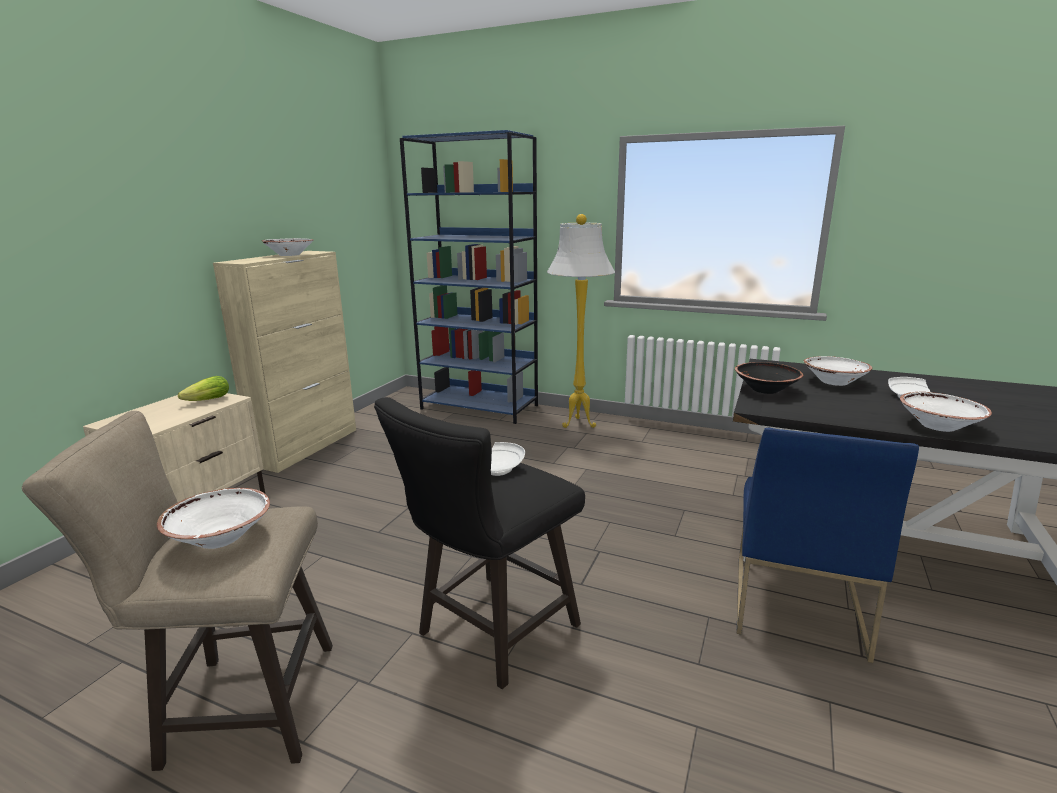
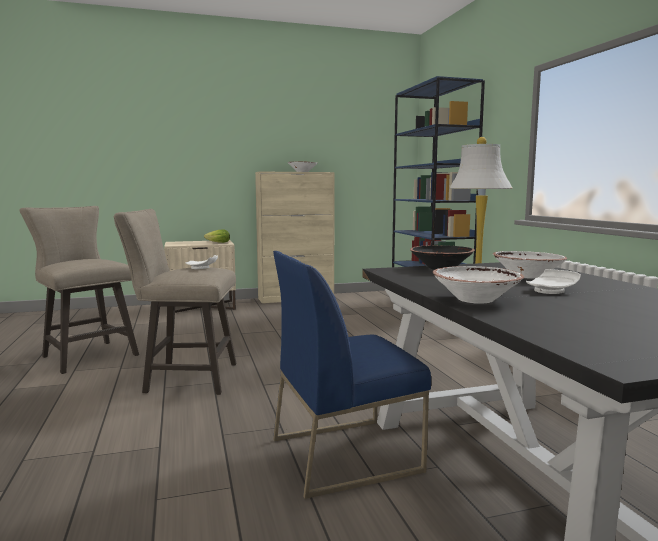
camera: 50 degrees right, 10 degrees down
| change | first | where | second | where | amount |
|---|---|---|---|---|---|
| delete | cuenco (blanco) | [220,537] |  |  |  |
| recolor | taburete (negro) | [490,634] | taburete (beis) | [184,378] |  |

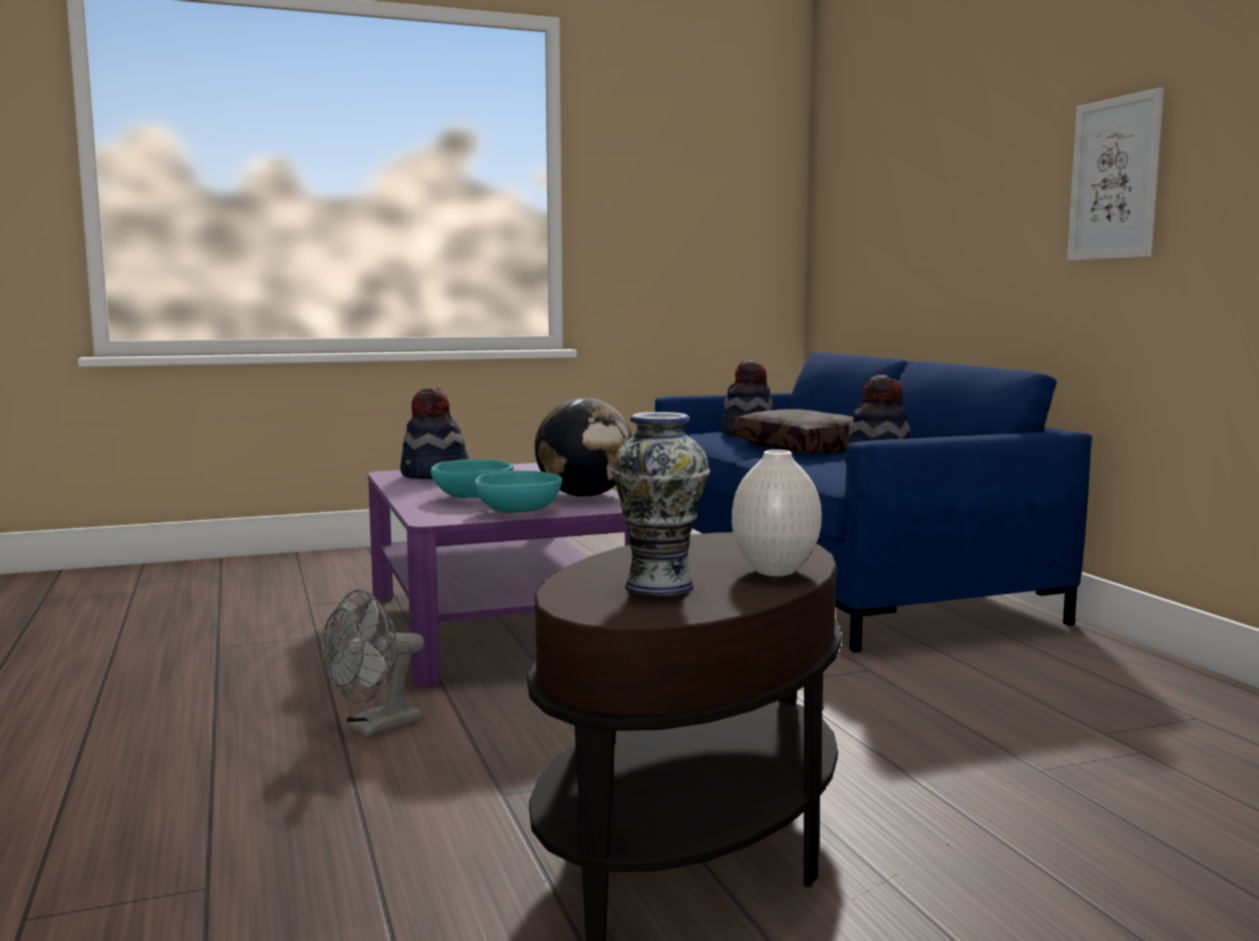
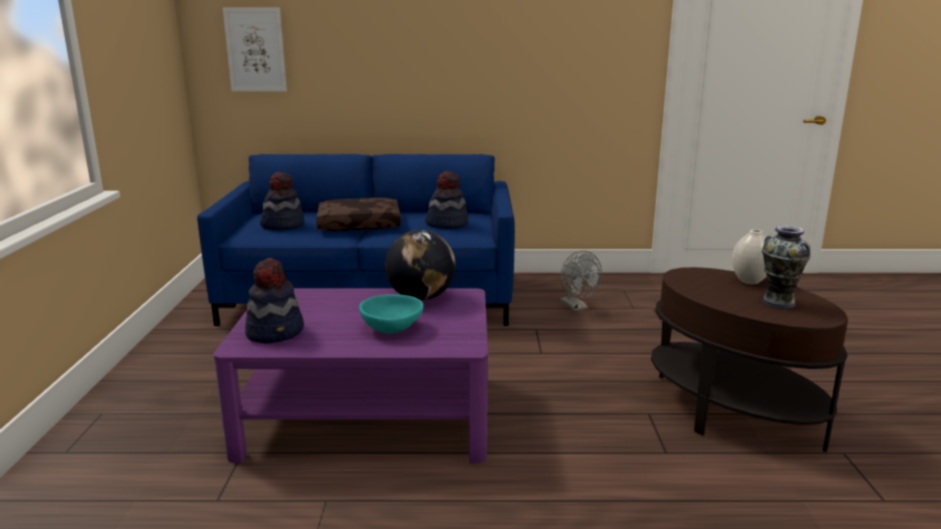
camera: 70 degrees left, 10 degrees up
| change | first | where | second | where | amount |
|---|---|---|---|---|---|
| delete | cuenco (turquesa) | [517,512] |  |  |  |
| move | ventilador (gris) | [374,727] |  | [576,307] |  |
| move | cuadro | [1114,179] |  | [255,50] |  |

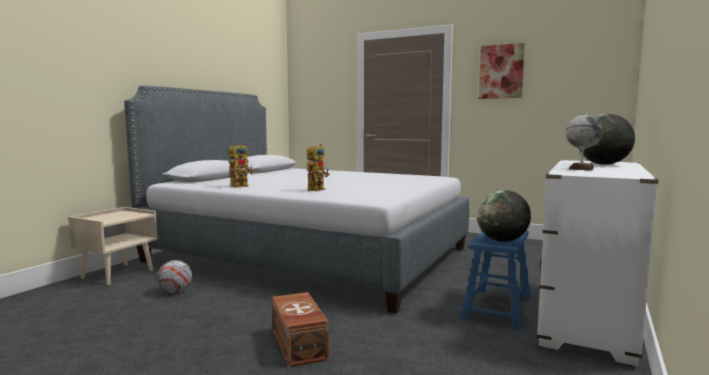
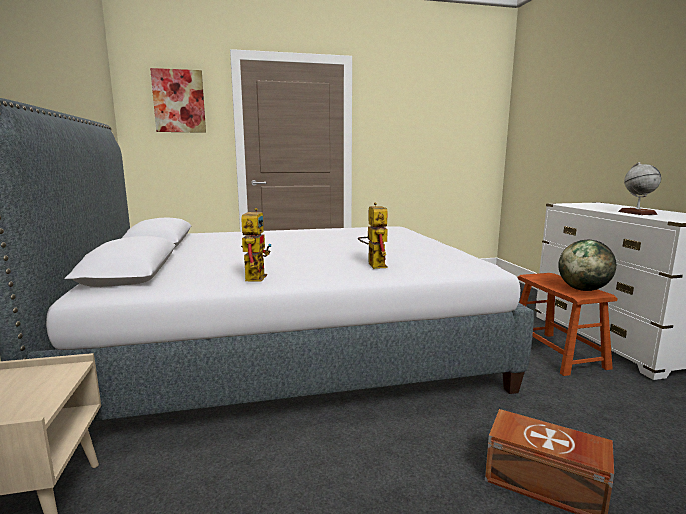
camera: 40 degrees left, 5 degrees up
| change | first | where | second | where | amount |
|---|---|---|---|---|---|
| delete | balón de fútbol | [175,292] |  |  |  |
| delete | globo terráqueo | [603,164] |  |  |  |
| move | cuadro | [501,71] |  | [179,101] |  |
| recolor | taburete (azul) | [497,307] | taburete (marrón) | [556,353] |  |

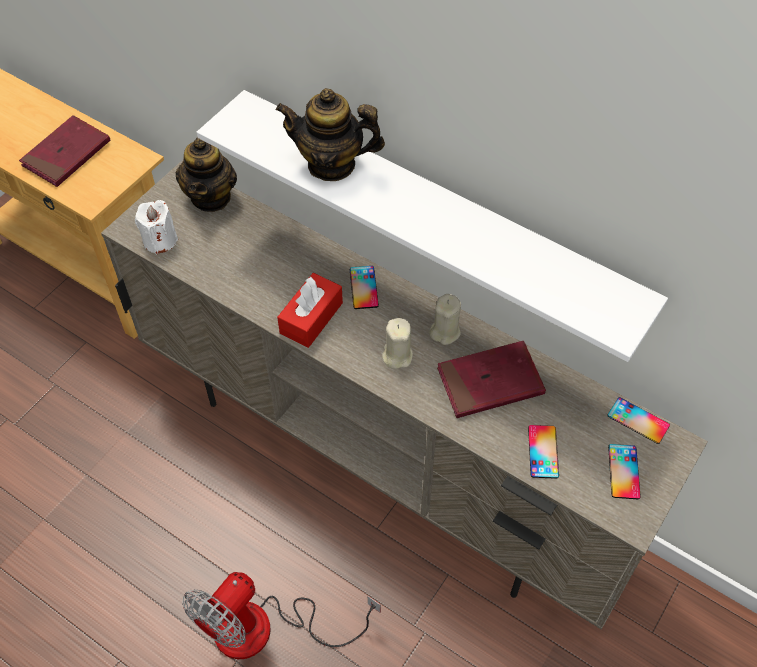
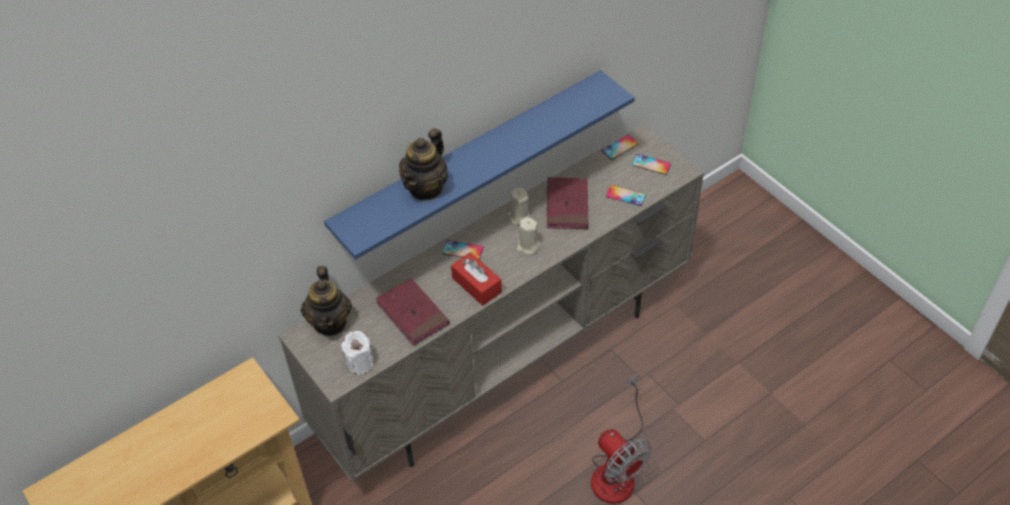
camera: 70 degrees left, 5 degrees down
| change | first | where | second | where | amount |
|---|---|---|---|---|---|
| move | libro (rojo) | [66,154] |  | [412,314] |  |
| recolor | estante (blanco) | [436,216] | estante (azul) | [471,163] |  |
| rotate | tetera | [211,197] |  | [330,322] | 60 degrees clockwise |

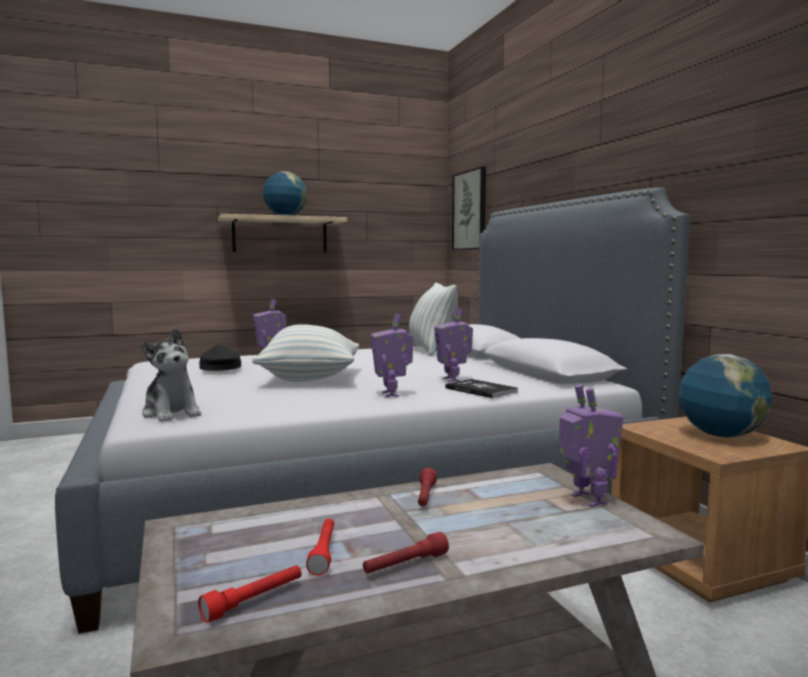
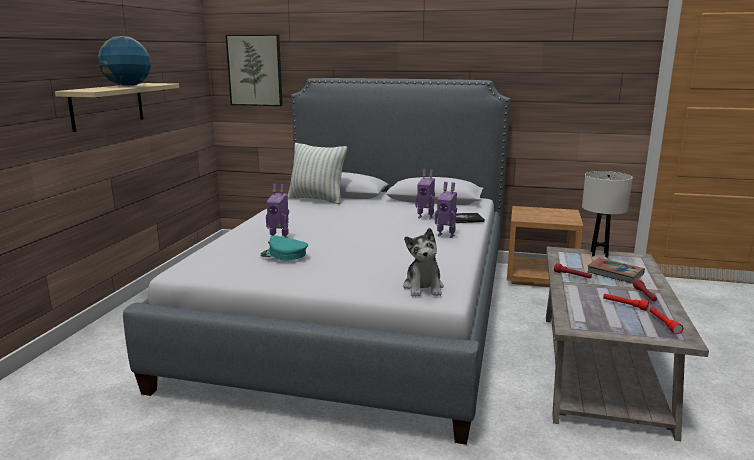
camera: 55 degrees left, 10 degrees up
| change | first | where | second | where | amount |
|---|---|---|---|---|---|
| delete | cojín | [310,379] |  |  |  |
| delete | globo terráqueo | [721,435] |  |  |  |
| insert |  |  | libro | [615,274] |  |
| replace | robot de juguete | [587,500] | lámpara de mesa (blanco) | [599,254] |  |
| recolor | gorra (negro) | [220,367] | gorra (turquesa) | [284,254] |  |
| rotate | peluche | [172,413] |  | [423,287] | 90 degrees clockwise |

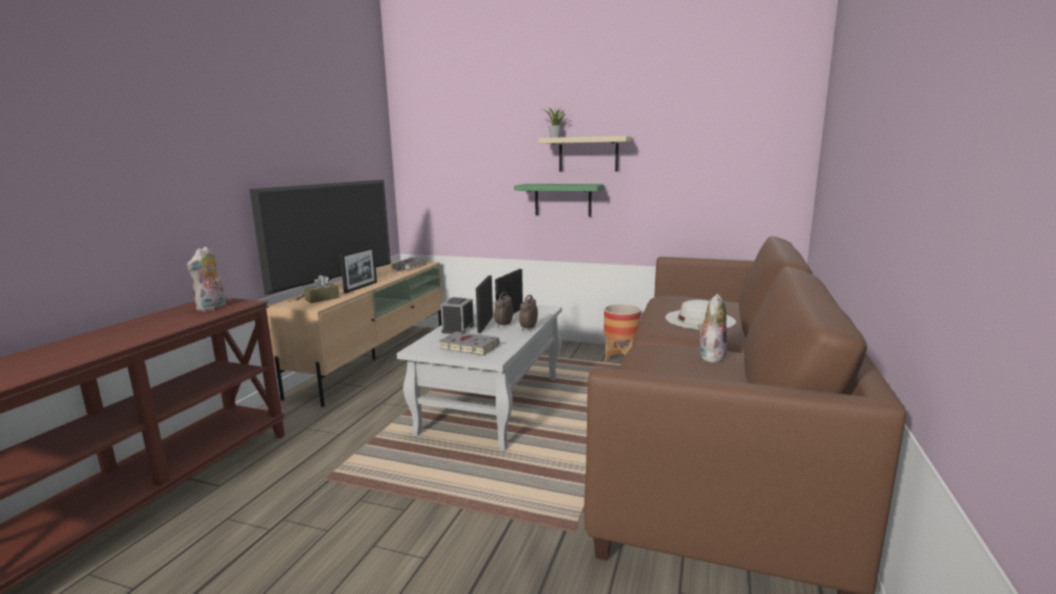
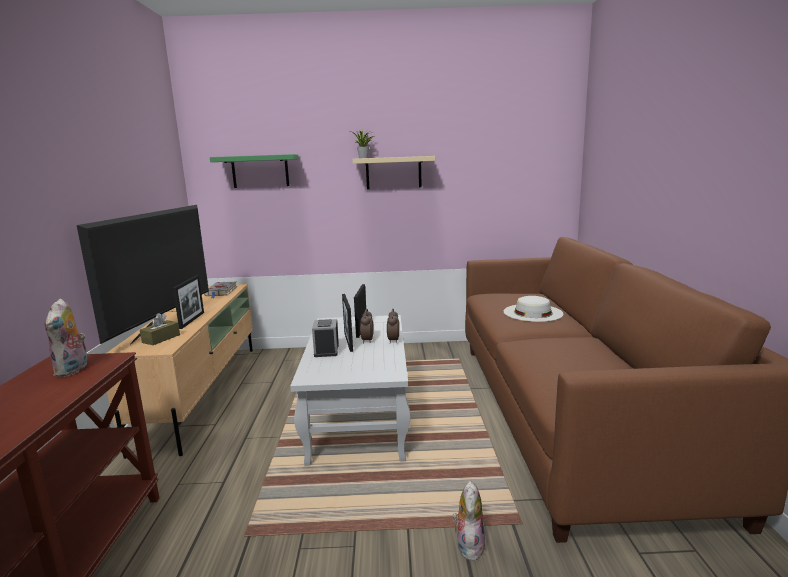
camera: 20 degrees left, 0 degrees up
| change | first | where | second | where | amount |
|---|---|---|---|---|---|
| delete | libro (gris) | [467,347] |  |  |  |
| delete | maceta | [621,358] |  |  |  |
| move | estante (verde) | [563,200] |  | [260,171] |  |
| move | peluche | [711,356] |  | [468,545] |  |

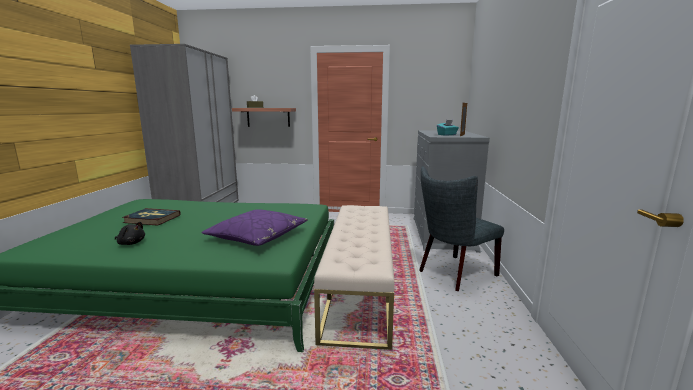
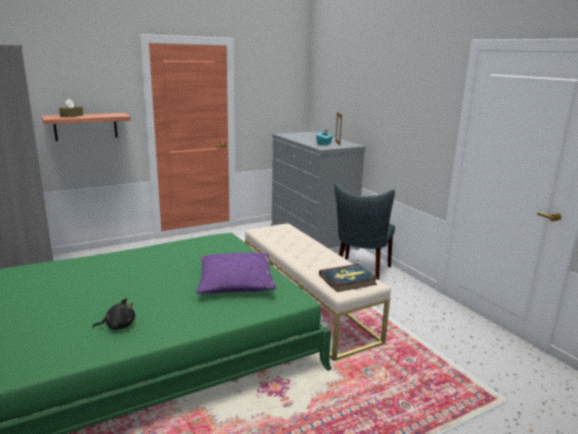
camera: 35 degrees left, 5 degrees up
| change | first | where | second | where | amount |
|---|---|---|---|---|---|
| move | libro | [152,219] |  | [347,280] |  |

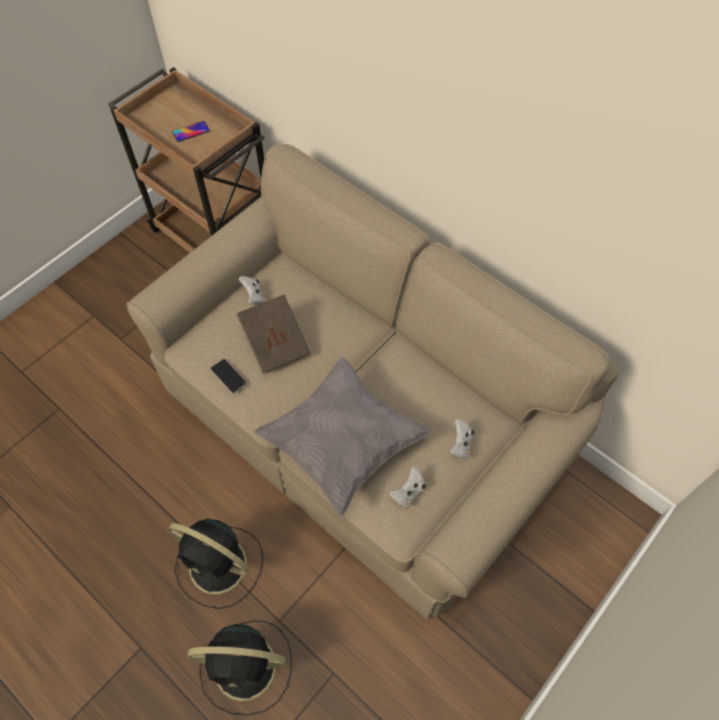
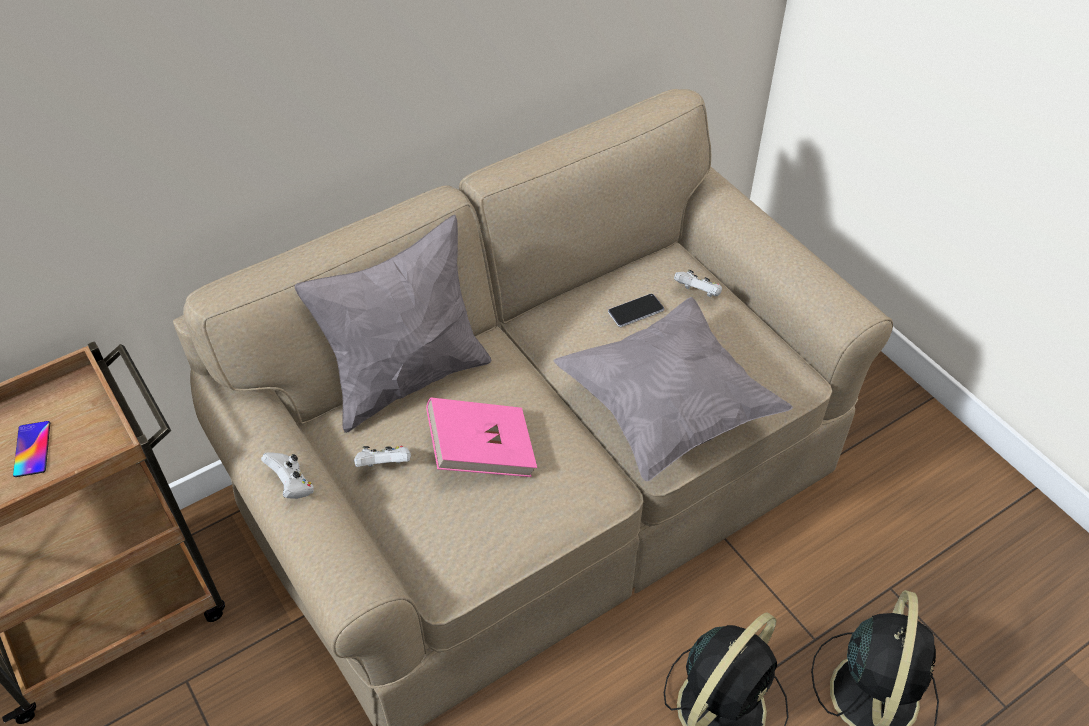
camera: 75 degrees left, 10 degrees down
| change | first | where | second | where | amount |
|---|---|---|---|---|---|
| insert |  |  | cojín (gris) | [407,378] |  |
| move | móvil | [228,376] |  | [636,311] |  |
| move | mando de consola (blanco) | [408,492] |  | [292,485] |  |
| recolor | libro (marrón) | [275,343] | libro (rosa) | [482,452] |  |

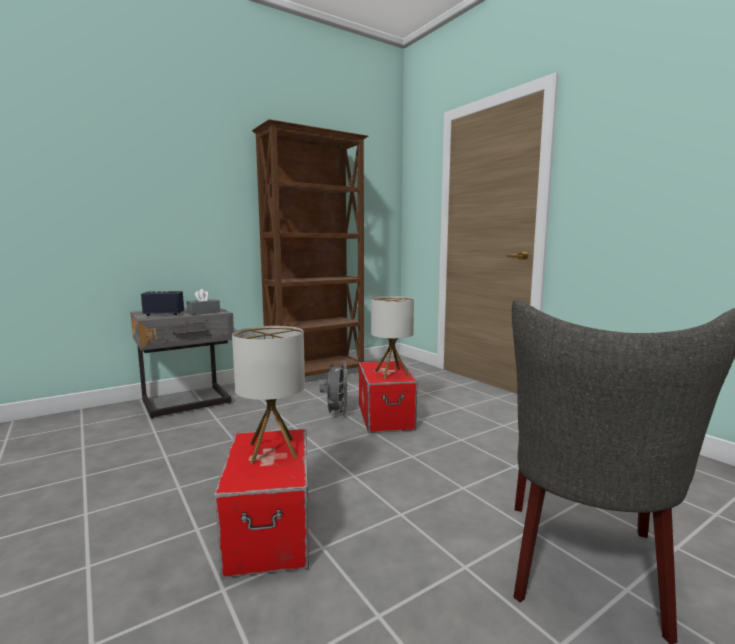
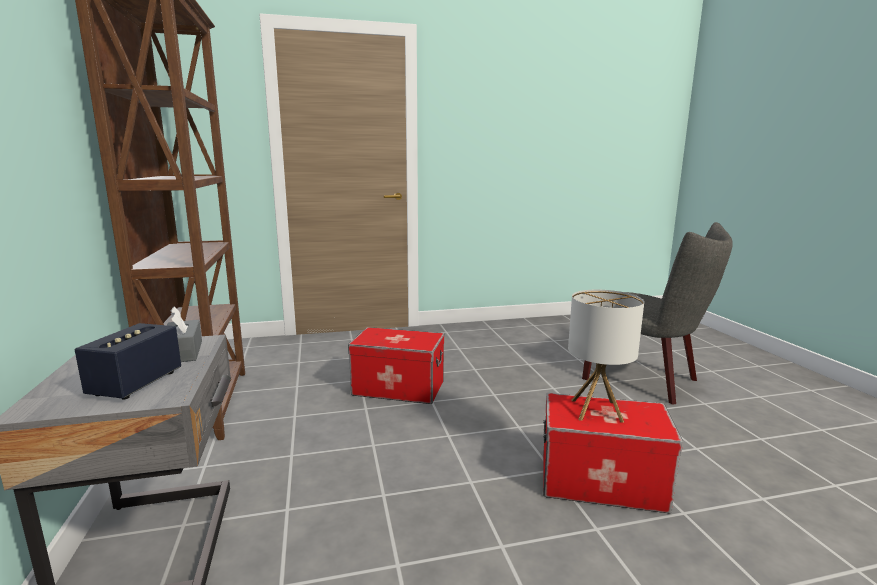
camera: 70 degrees left, 5 degrees up
| change | first | where | second | where | amount |
|---|---|---|---|---|---|
| delete | ventilador (gris) | [336,414] |  |  |  |
| delete | lámpara de mesa | [391,374] |  |  |  |

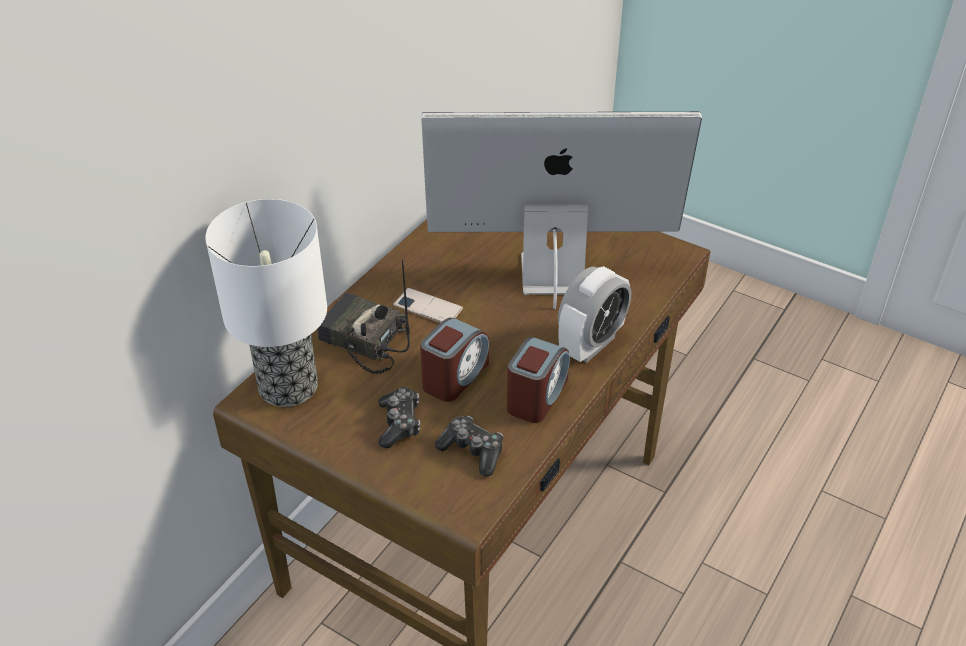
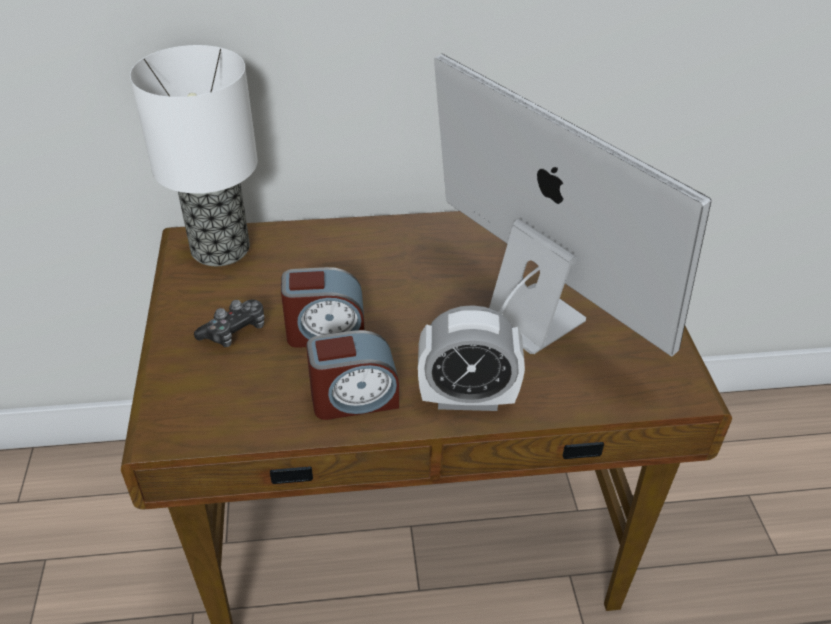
camera: 50 degrees right, 0 degrees up
| change | first | where | second | where | amount |
|---|---|---|---|---|---|
| delete | radio | [362,341] |  |  |  |
| delete | móvil | [428,307] |  |  |  |
| delete | mando de consola | [472,451] |  |  |  |

